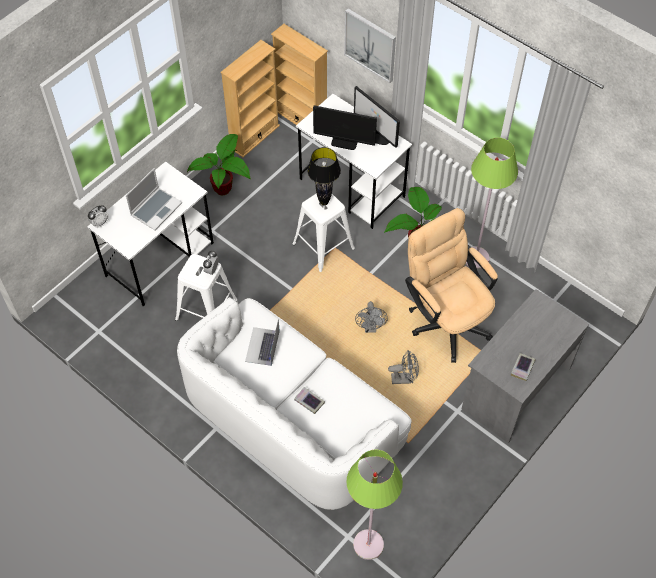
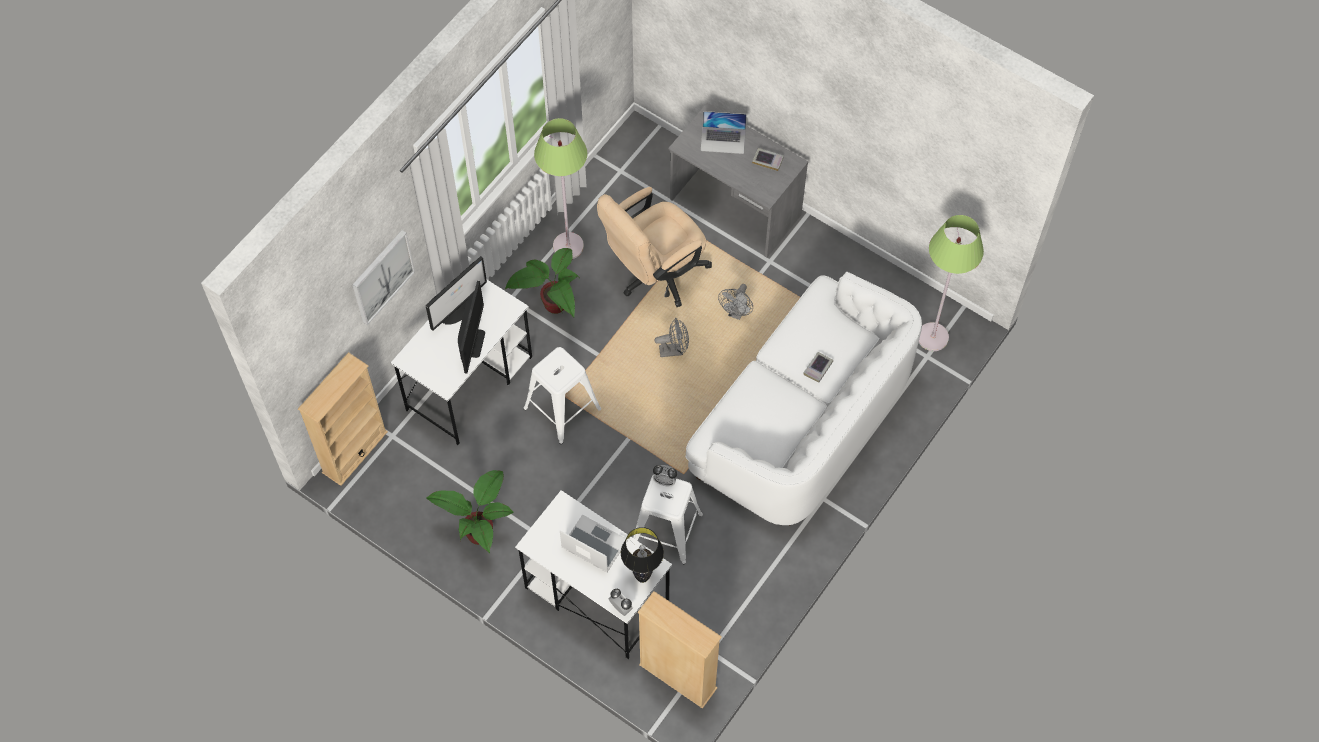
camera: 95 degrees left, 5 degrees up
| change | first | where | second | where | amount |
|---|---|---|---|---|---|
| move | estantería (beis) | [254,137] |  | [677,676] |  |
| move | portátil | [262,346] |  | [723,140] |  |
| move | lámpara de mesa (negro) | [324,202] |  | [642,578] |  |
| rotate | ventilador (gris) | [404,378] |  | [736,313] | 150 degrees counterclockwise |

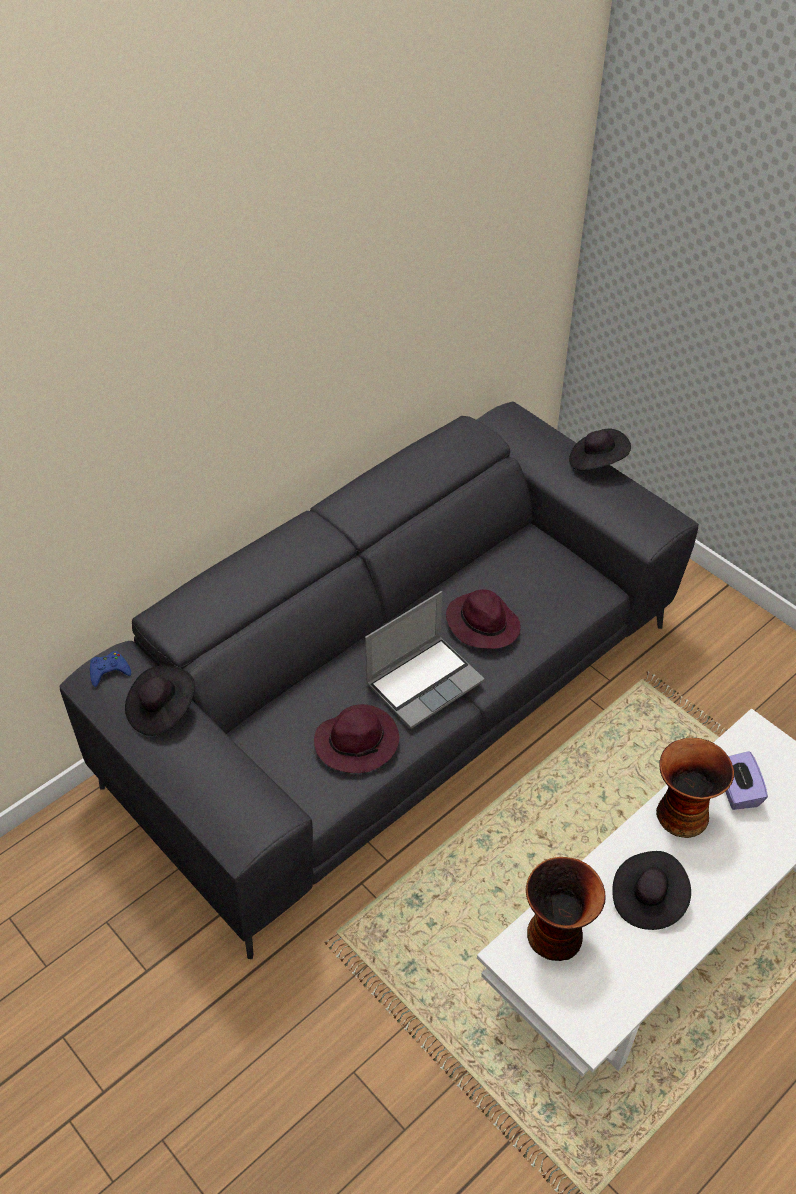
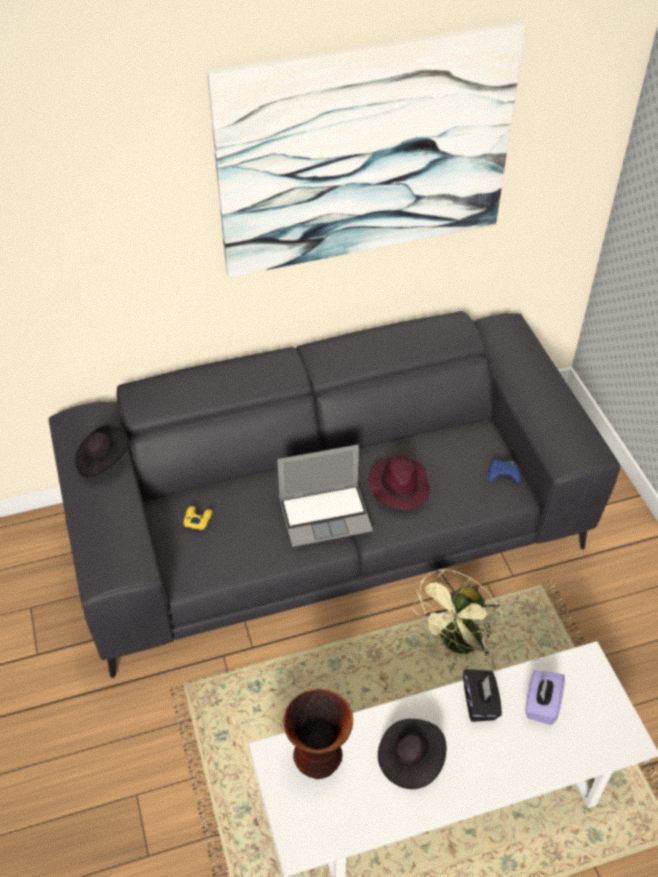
camera: 25 degrees right, 0 degrees up
| change | first | where | second | where | amount |
|---|---|---|---|---|---|
| delete | sombrero (morado) | [358,741] |  |  |  |
| delete | sombrero (negro) | [596,462] |  |  |  |
| insert |  |  | mando de consola (amarillo) | [198,519] |  |
| insert |  |  | cuadro | [366,153] |  |
| insert |  |  | ventilador (verde) | [457,644] |  |
| move | mando de consola (azul) | [109,671] |  | [503,474] |  |
| replace | florero | [680,814] | caja de pañuelos (negro) | [480,703] |  |

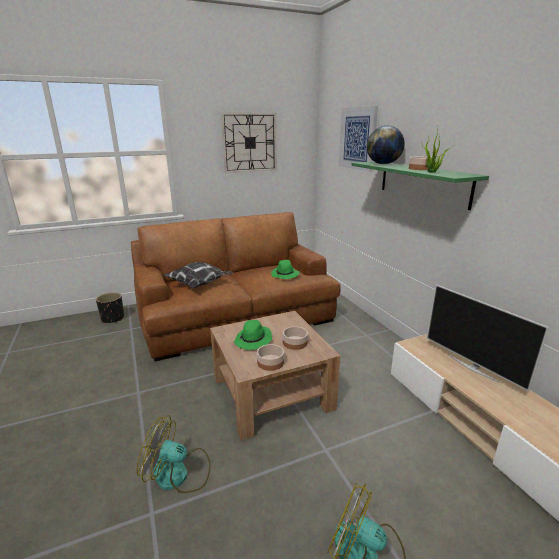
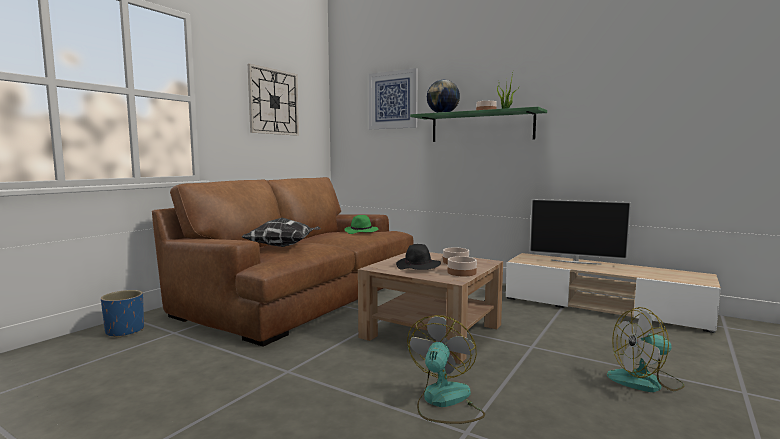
camera: 35 degrees left, 15 degrees down
| change | first | where | second | where | amount |
|---|---|---|---|---|---|
| recolor | maceta (negro) | [113,318] | maceta (azul) | [125,331] |  |
| recolor | sombrero (verde) | [253,340] | sombrero (negro) | [418,267] |  |
| rotate | ventilador | [179,474] |  | [444,402] | 135 degrees clockwise |

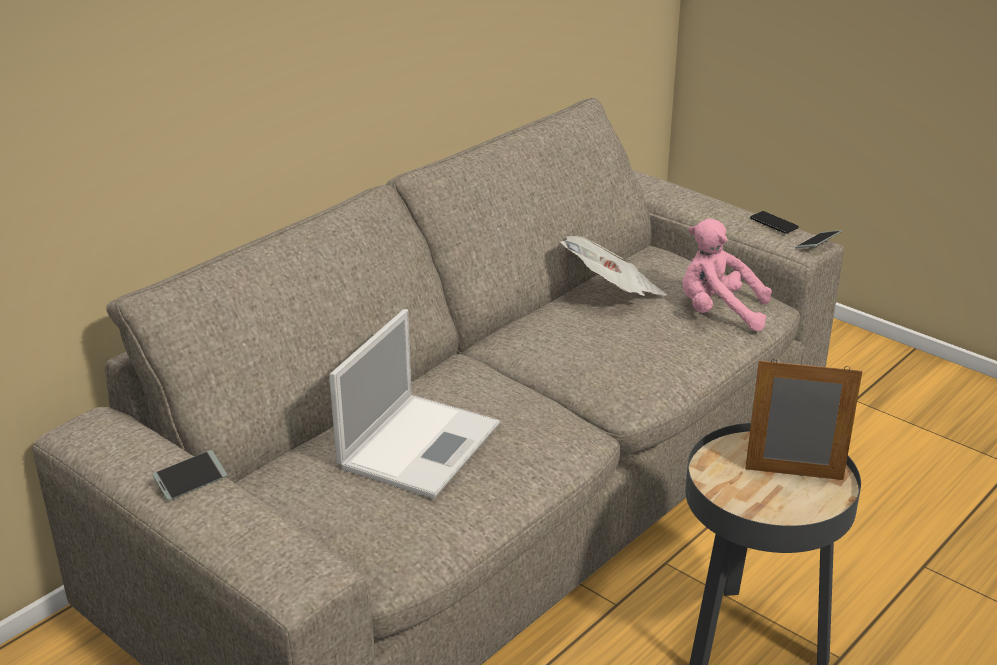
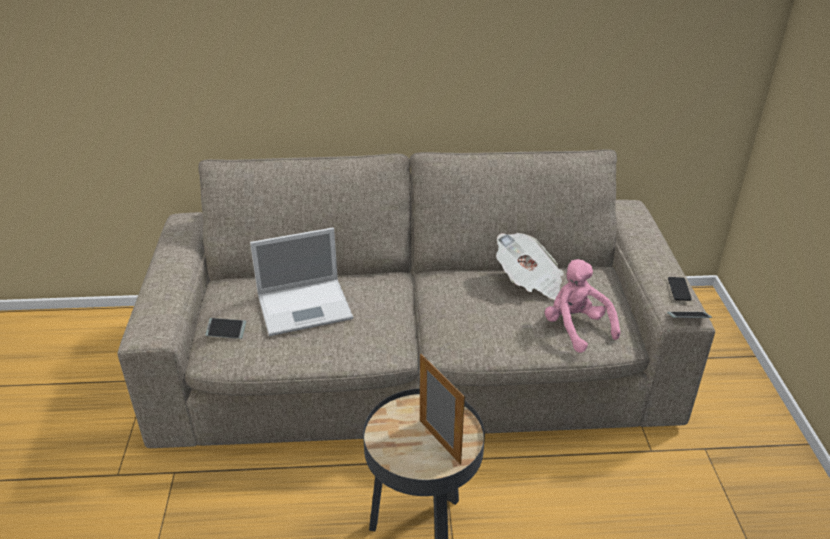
camera: 45 degrees right, 5 degrees up
| change | first | where | second | where | amount |
|---|---|---|---|---|---|
| move | móvil | [191,481] |  | [226,331] |  |

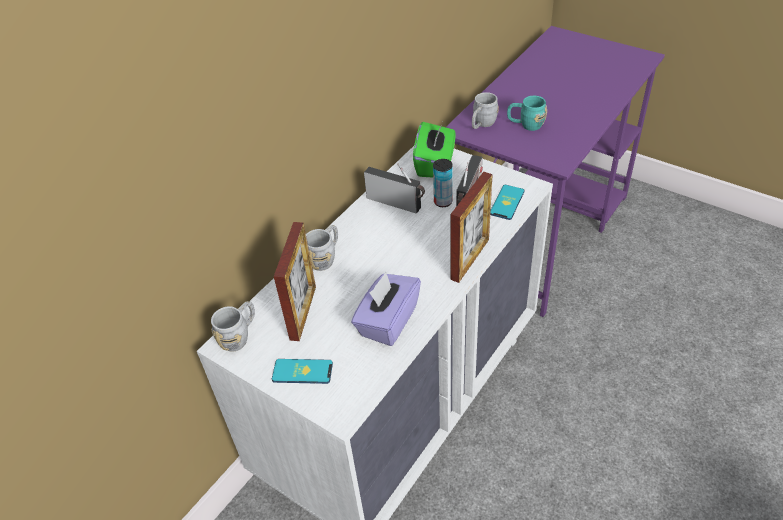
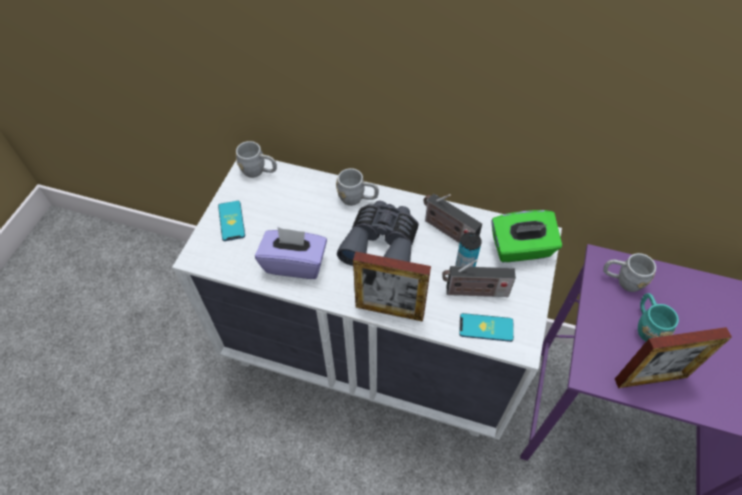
camera: 70 degrees right, 10 degrees up
| change | first | where | second | where | amount |
|---|---|---|---|---|---|
| insert |  |  | prismáticos (gris) | [382,243] |  |
| move | portarretratos | [303,312] |  | [650,378] |  |
| rotate | radio | [396,203] |  | [447,231] | 120 degrees clockwise |

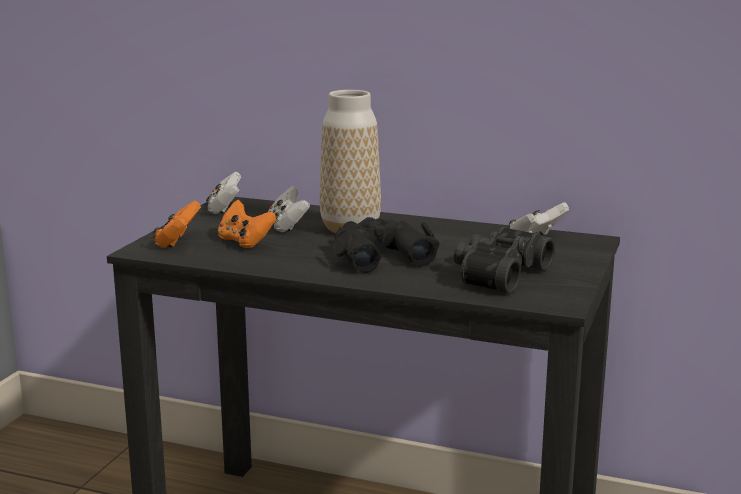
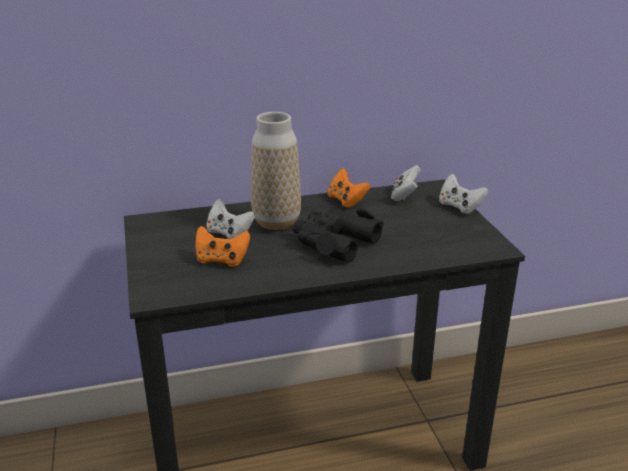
camera: 35 degrees left, 10 degrees up
| change | first | where | second | where | amount |
|---|---|---|---|---|---|
| delete | prismáticos (negro) | [497,274] |  |  |  |
| move | mando de consola (naranja) | [177,242] |  | [346,201] |  |
| move | mando de consola (blanco) | [224,209] |  | [459,207] |  |

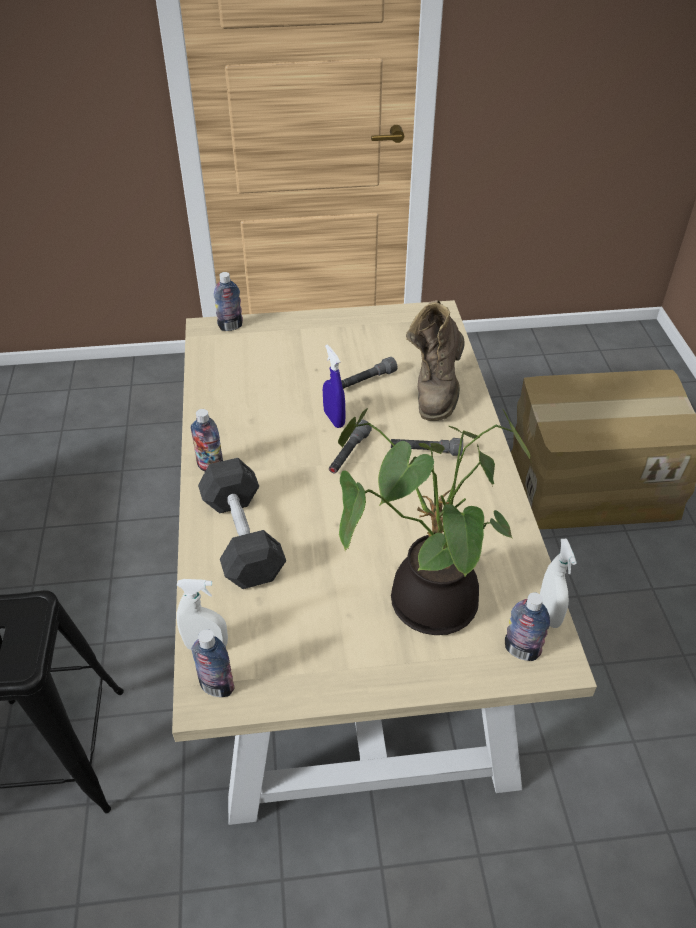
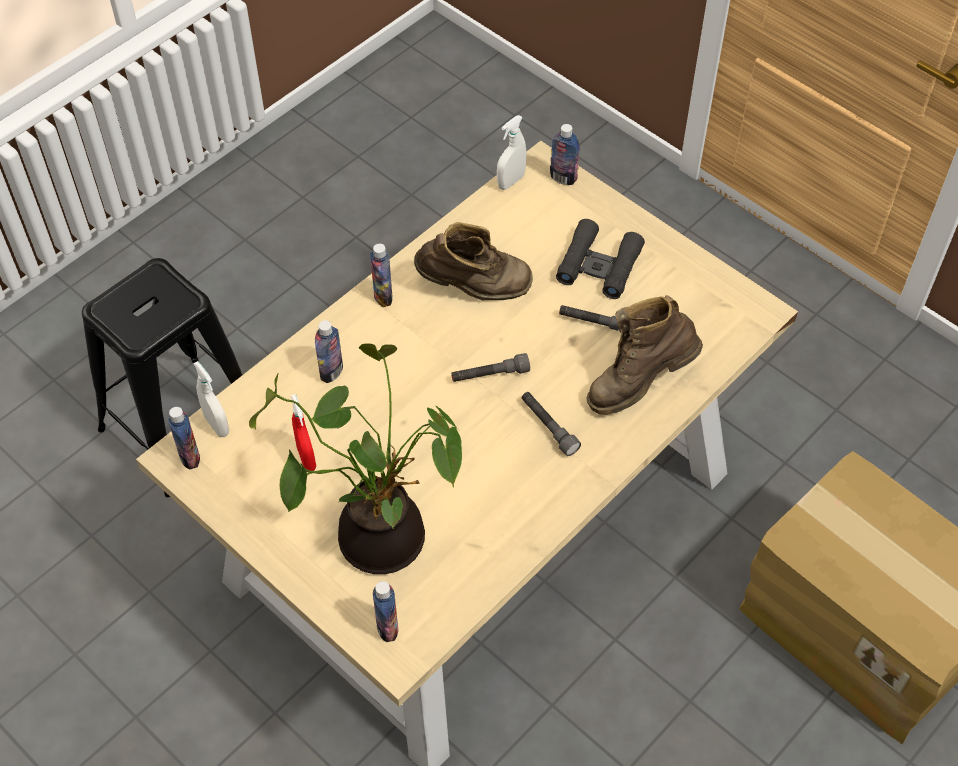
camera: 50 degrees right, 10 degrees up
| change | first | where | second | where | amount |
|---|---|---|---|---|---|
| delete | pulverizador (azul) | [334,419] |  |  |  |
| insert |  |  | pulverizador (rojo) | [306,458] |  |
| insert |  |  | bota (marrón) | [474,289] |  |
| insert |  |  | prismáticos (negro) | [599,266] |  |
| move | pulverizador (blanco) | [549,613] |  | [511,181] |  |
| replace | mancuerna (gris) | [242,538] | botella | [331,372] |  |

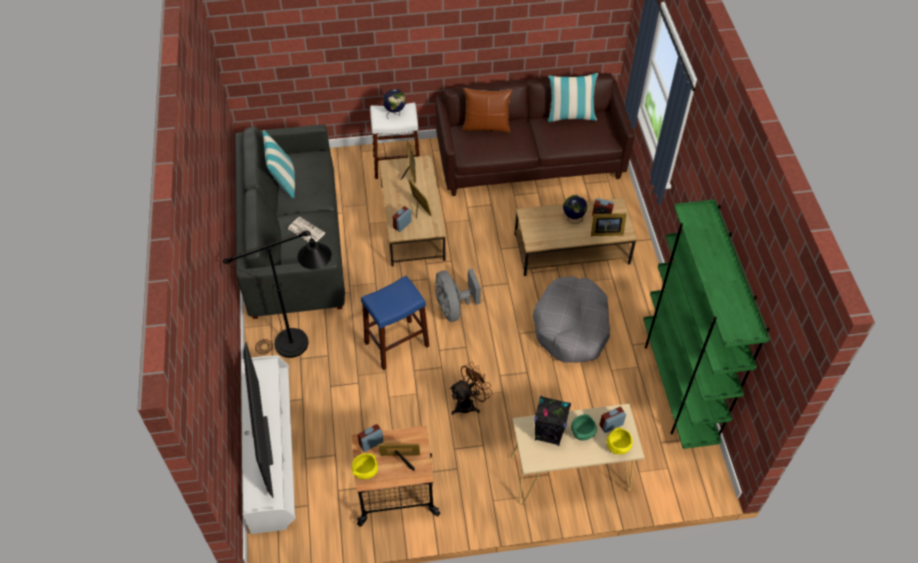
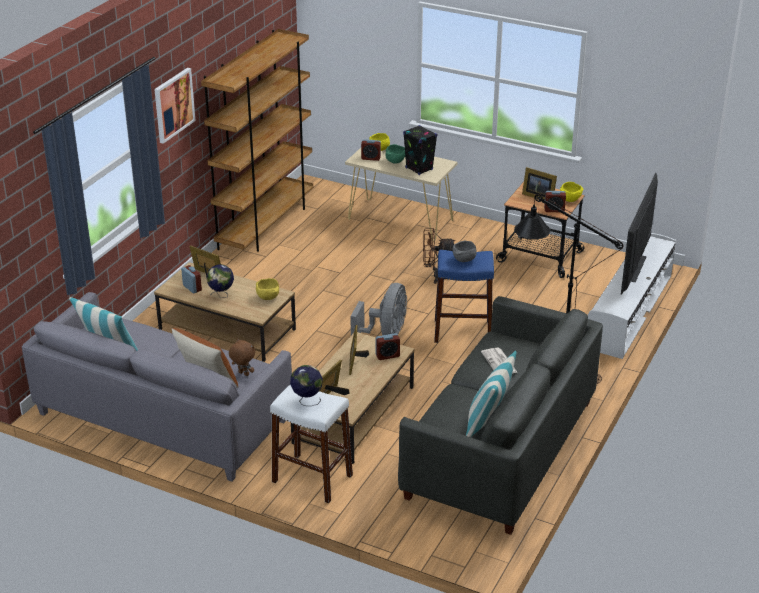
camera: 145 degrees left, 20 degrees down
| change | first | where | second | where | amount |
|---|---|---|---|---|---|
| delete | cama para perro (gris) | [571,327] |  |  |  |
| insert |  |  | cuadro | [173,105] |  |
| insert |  |  | peluche (marrón) | [243,374] |  |
| insert |  |  | cuenco (amarillo) | [268,297] |  |
| insert |  |  | cuenco (gris) | [464,260] |  |
| recolor | sofá (marrón) | [530,160] | sofá (gris) | [163,416] |  |
| recolor | estantería (verde) | [677,387] | estantería (marrón) | [265,225] |  |

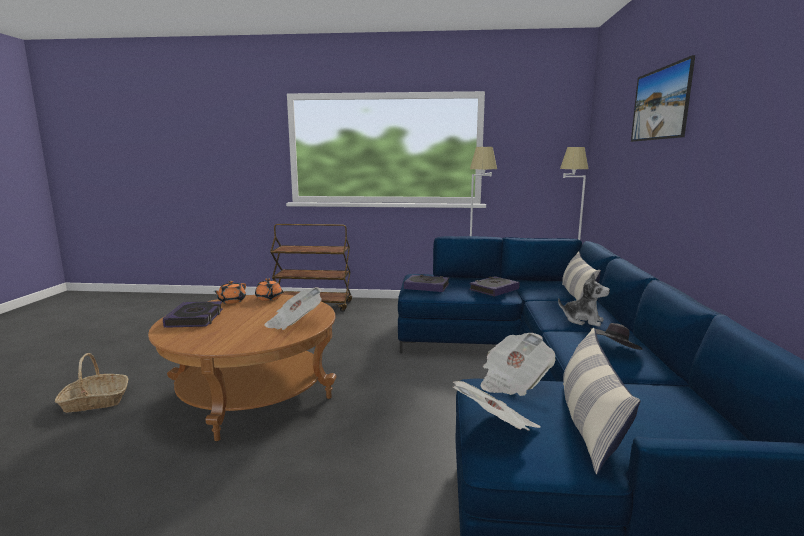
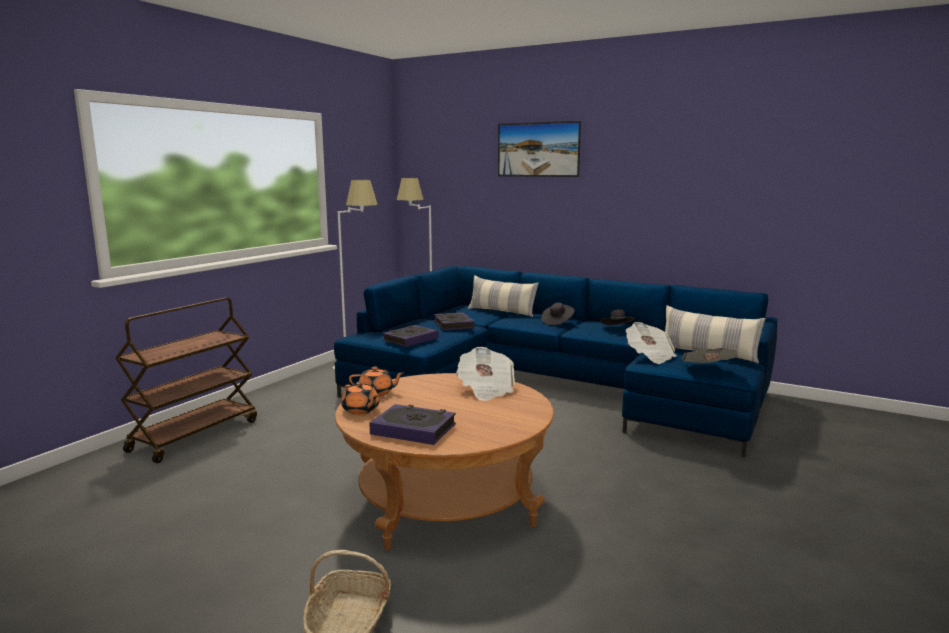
camera: 65 degrees left, 0 degrees up
| change | first | where | second | where | amount |
|---|---|---|---|---|---|
| replace | peluche | [583,320] | sombrero (negro) | [557,322] |  |

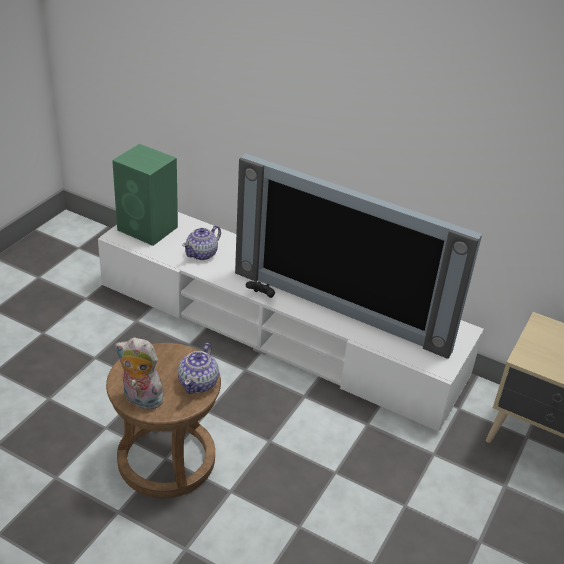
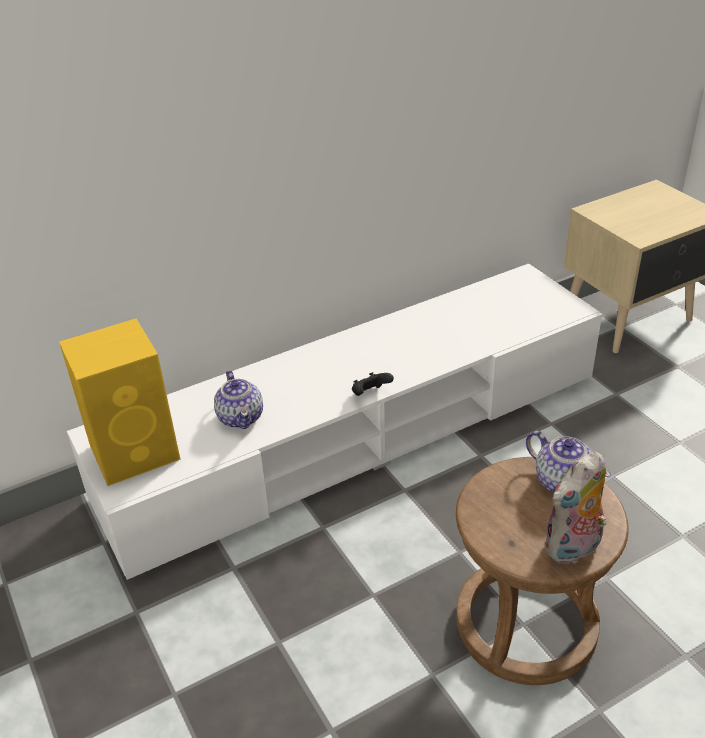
camera: 55 degrees left, 0 degrees up
| change | first | where | second | where | amount |
|---|---|---|---|---|---|
| delete | televisor | [342,305] |  |  |  |
| recolor | altavoz (verde) | [148,229] | altavoz (amarillo) | [137,451] |  |

